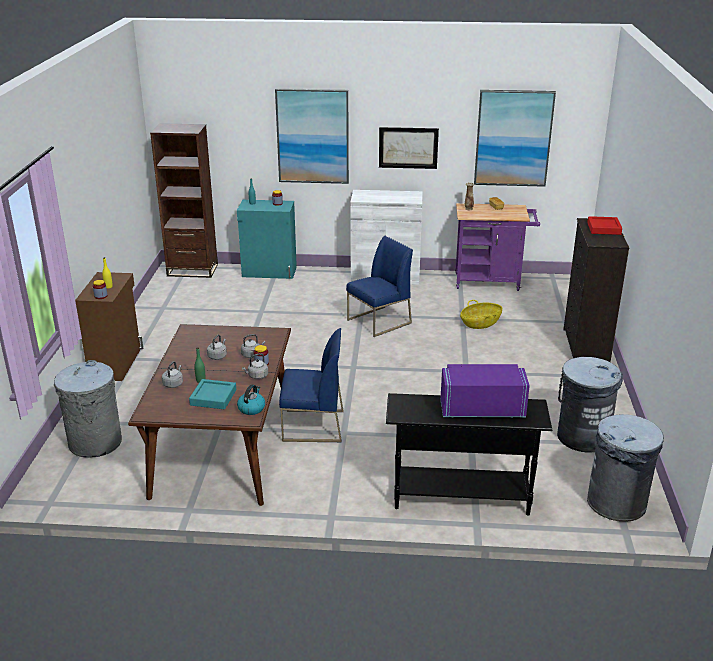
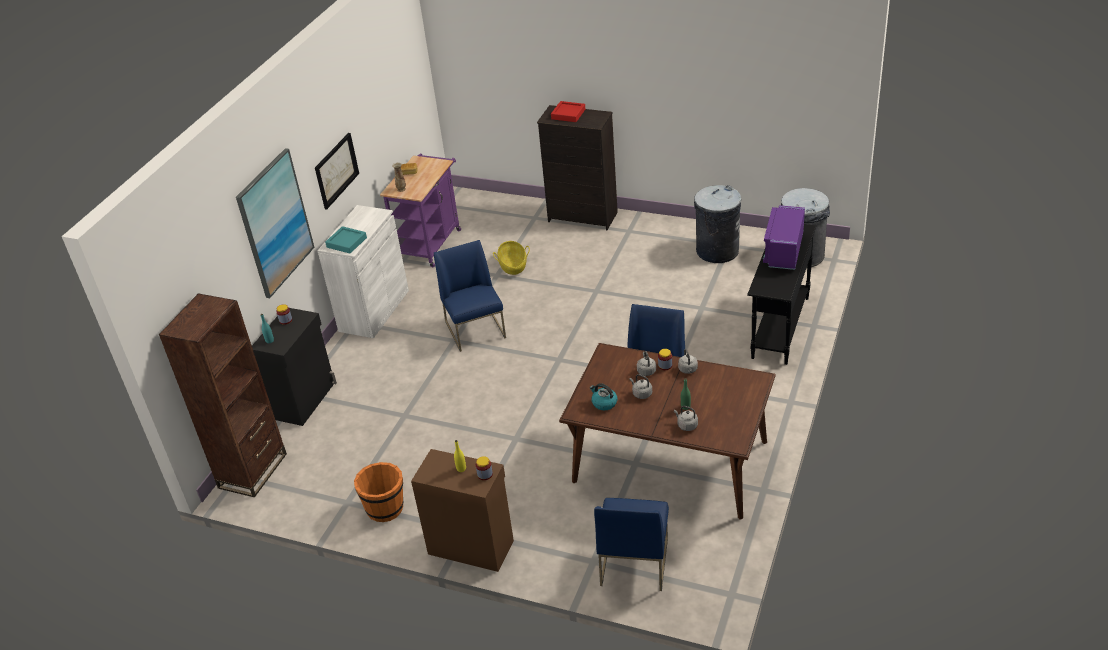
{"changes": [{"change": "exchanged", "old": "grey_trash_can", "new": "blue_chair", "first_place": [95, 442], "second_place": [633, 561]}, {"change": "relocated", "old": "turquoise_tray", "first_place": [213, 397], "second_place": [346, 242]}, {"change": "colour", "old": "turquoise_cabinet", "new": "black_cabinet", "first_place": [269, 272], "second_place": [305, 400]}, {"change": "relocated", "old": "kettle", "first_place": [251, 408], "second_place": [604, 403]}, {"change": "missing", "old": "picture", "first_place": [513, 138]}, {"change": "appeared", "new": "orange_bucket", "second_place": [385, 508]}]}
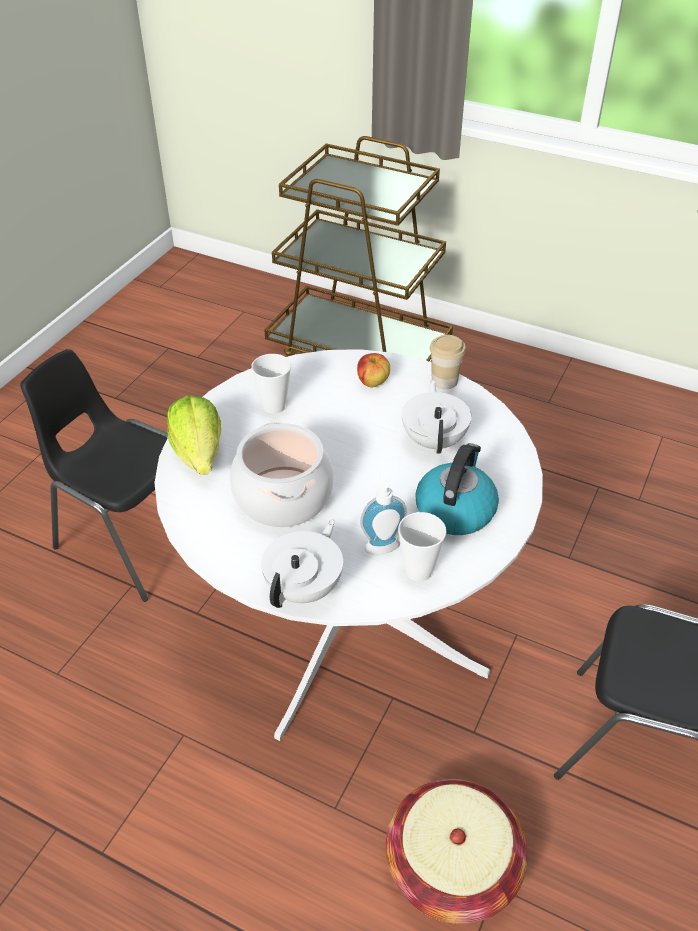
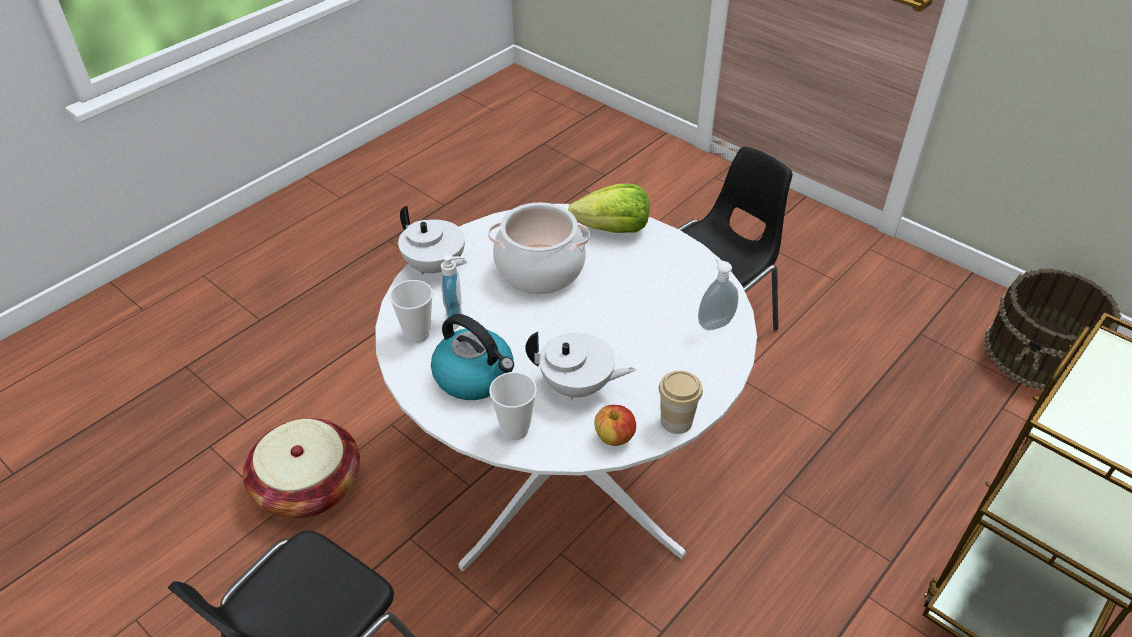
{"changes": [{"change": "relocated", "old": "cup", "first_place": [274, 406], "second_place": [515, 429]}, {"change": "relocated", "old": "apple", "first_place": [373, 382], "second_place": [614, 438]}, {"change": "appeared", "new": "soap_dispenser", "second_place": [714, 323]}, {"change": "appeared", "new": "brown_bucket", "second_place": [1040, 353]}]}
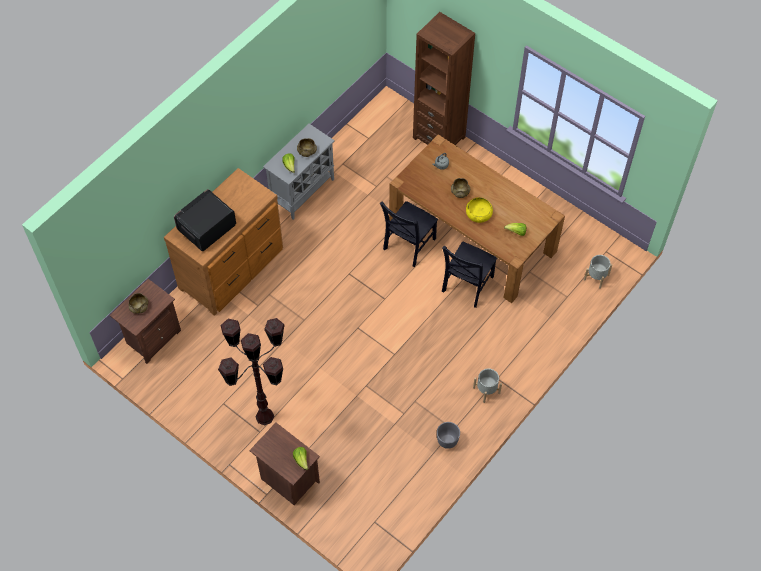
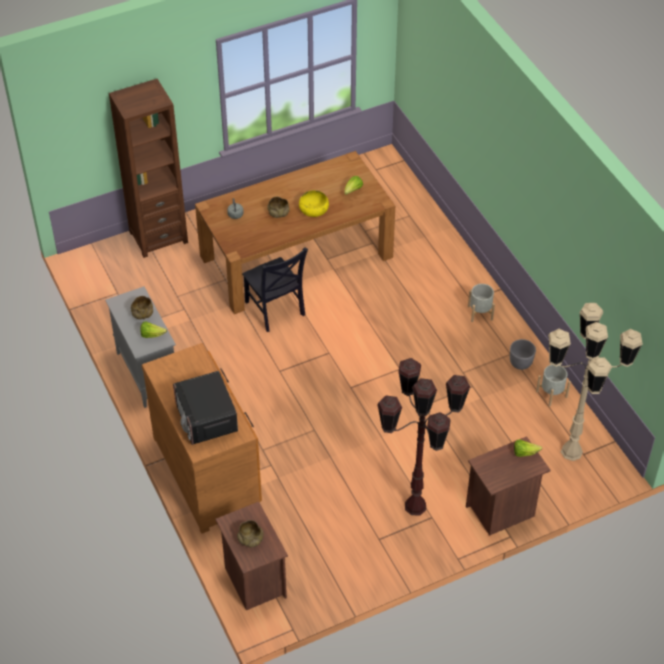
{"changes": [{"change": "missing", "old": "black_chair", "first_place": [466, 286]}, {"change": "relocated", "old": "grey_planter", "first_place": [596, 277], "second_place": [551, 394]}, {"change": "appeared", "new": "beige_floor_lamp", "second_place": [572, 451]}]}
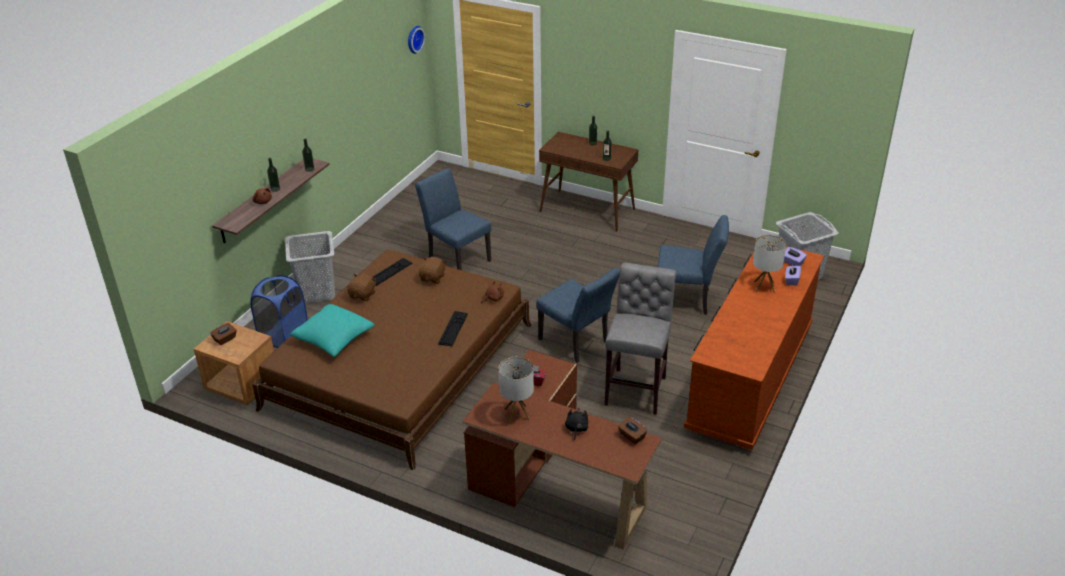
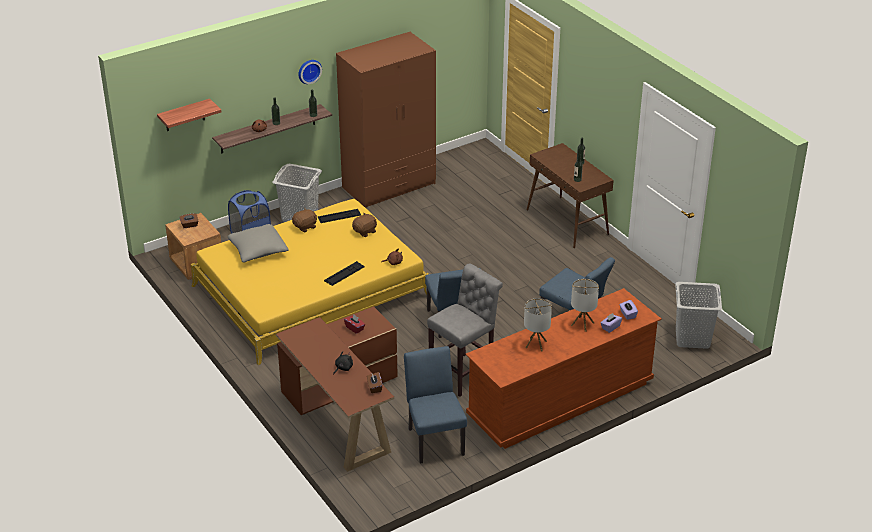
{"changes": [{"change": "colour", "old": "brown_bed", "new": "yellow_bed", "first_place": [400, 365], "second_place": [311, 291]}, {"change": "colour", "old": "turquoise_pillow", "new": "grey_pillow", "first_place": [333, 338], "second_place": [258, 250]}, {"change": "relocated", "old": "wall_clock", "first_place": [414, 39], "second_place": [309, 71]}, {"change": "relocated", "old": "blue_chair", "first_place": [456, 258], "second_place": [434, 438]}, {"change": "relocated", "old": "table_lamp", "first_place": [517, 414], "second_place": [536, 344]}, {"change": "appeared", "new": "shelf", "second_place": [184, 115]}, {"change": "appeared", "new": "brown_wardrobe", "second_place": [389, 185]}]}
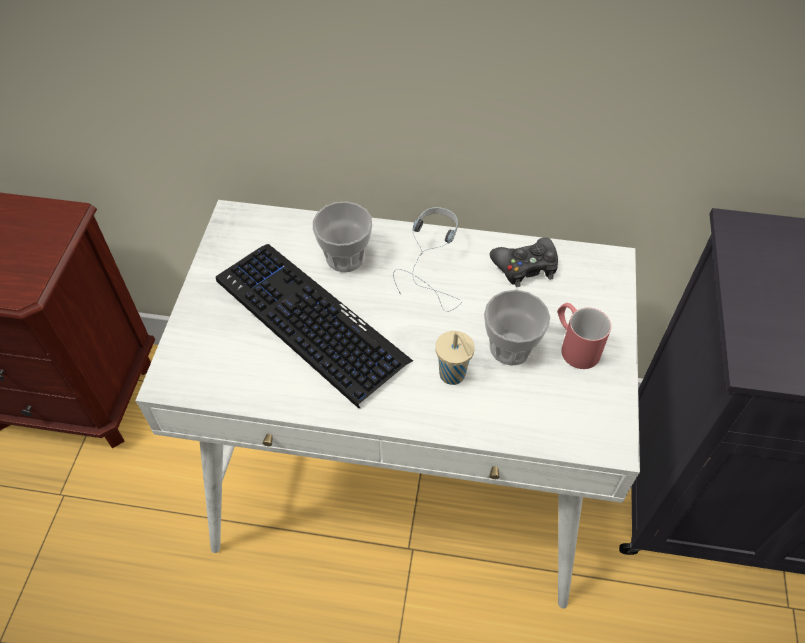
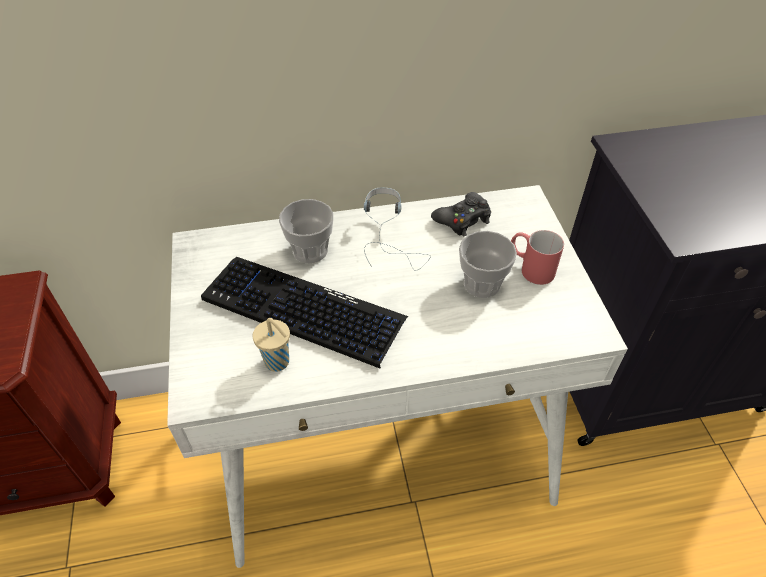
{"changes": [{"change": "relocated", "old": "beige_cup", "first_place": [453, 375], "second_place": [278, 362]}]}
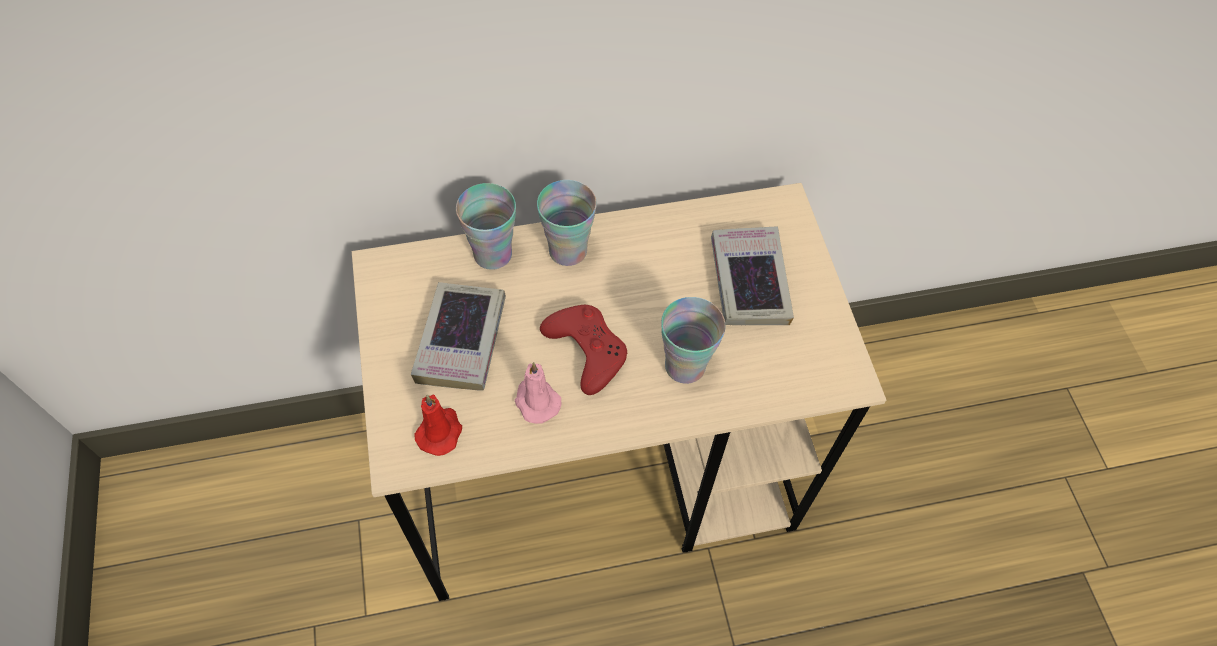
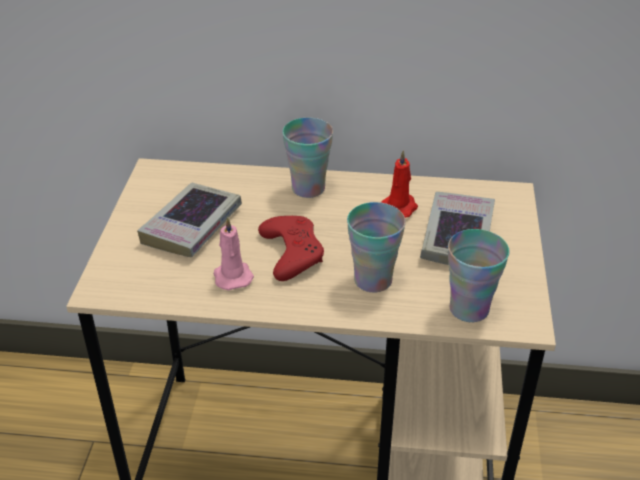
{"changes": [{"change": "relocated", "old": "red_candle", "first_place": [440, 431], "second_place": [399, 207]}, {"change": "relocated", "old": "cup", "first_place": [492, 254], "second_place": [469, 309]}]}
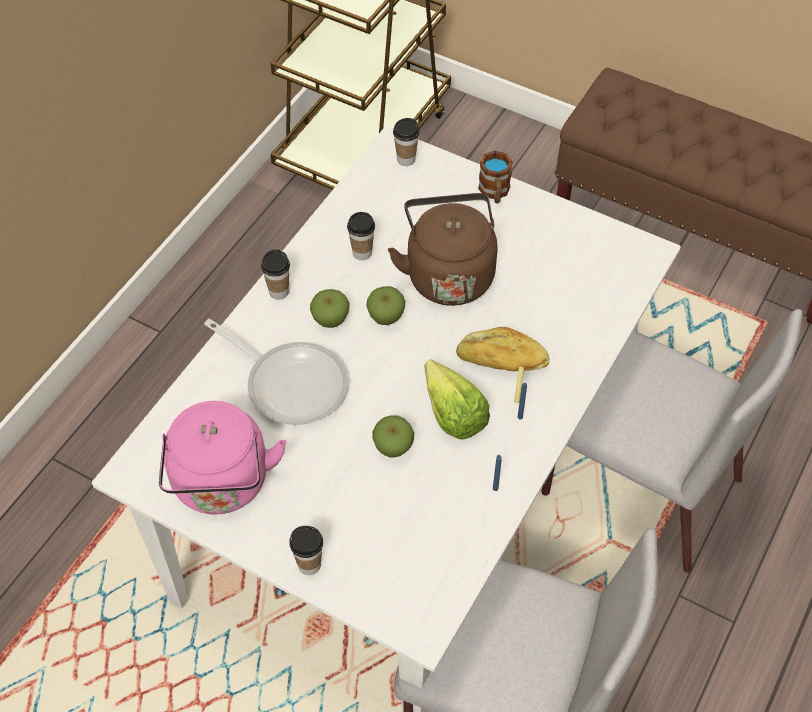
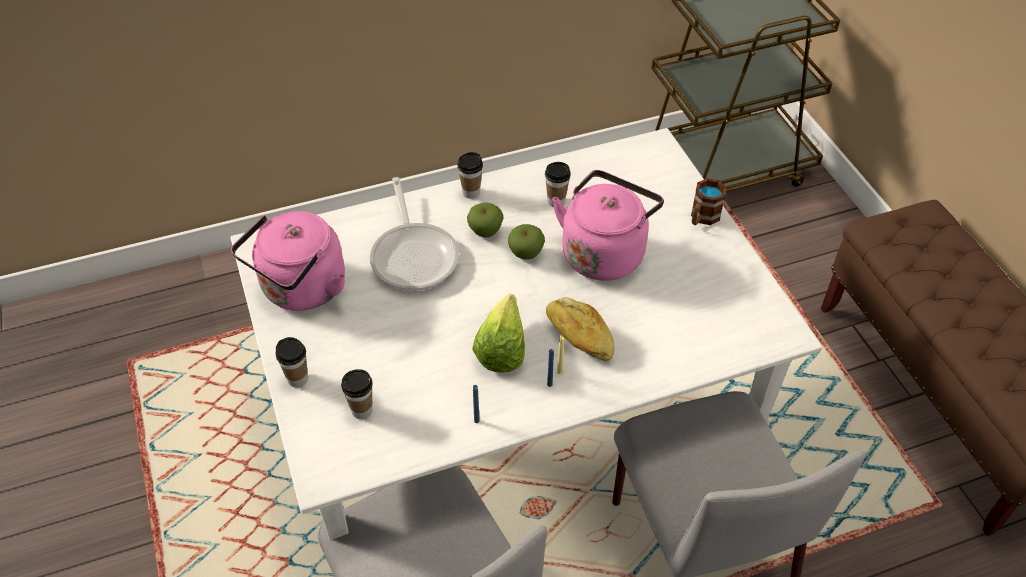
{"changes": [{"change": "missing", "old": "apple", "first_place": [393, 448]}, {"change": "colour", "old": "brown_kettle", "new": "pink_kettle", "first_place": [448, 273], "second_place": [604, 252]}, {"change": "relocated", "old": "cup", "first_place": [406, 159], "second_place": [362, 410]}]}
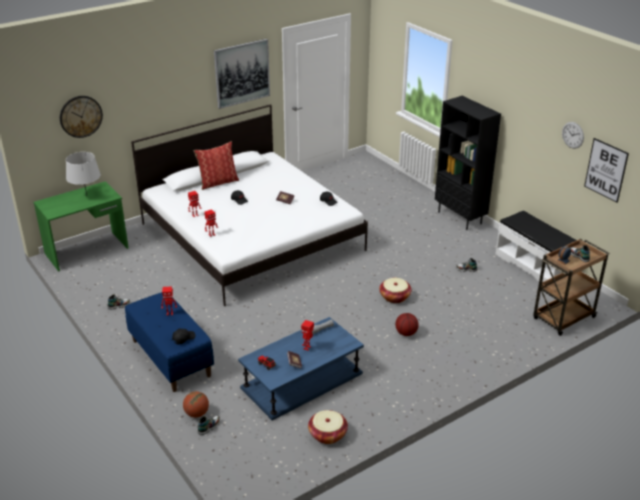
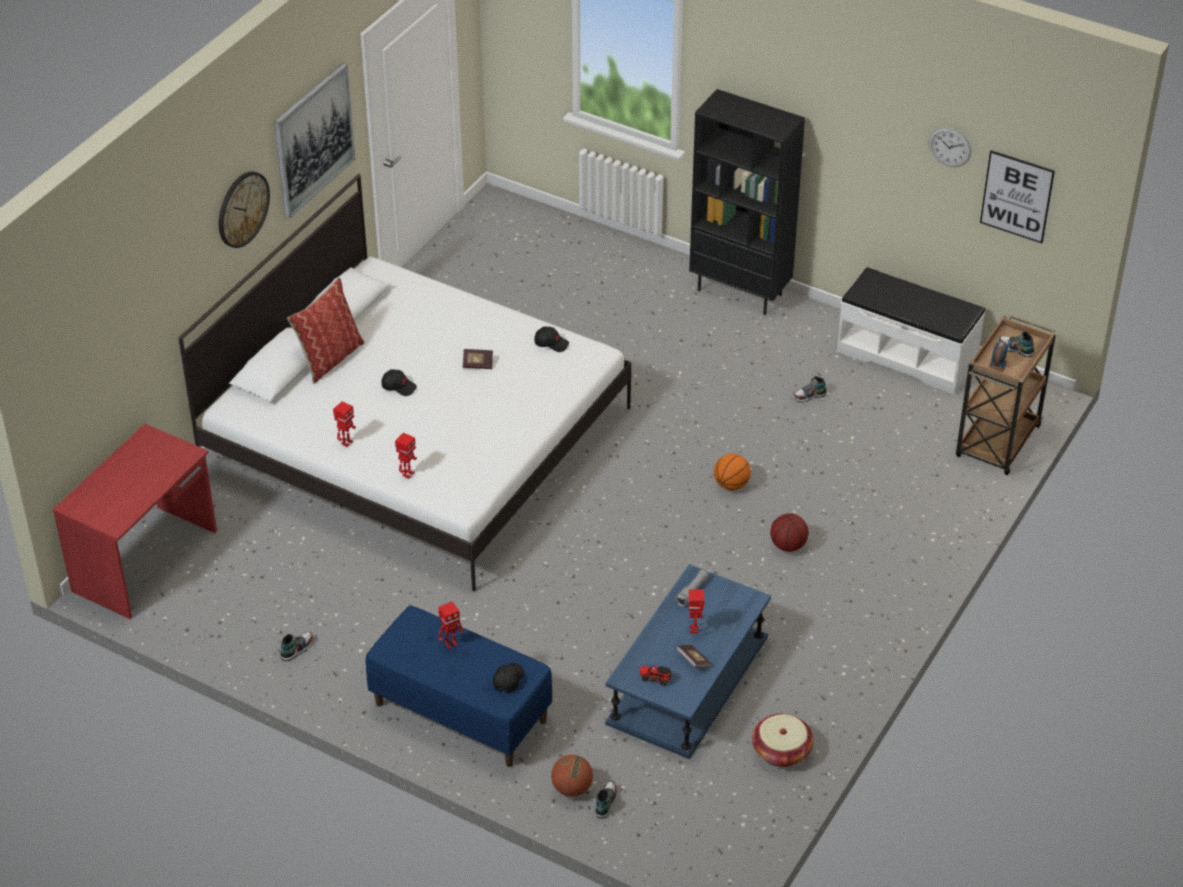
{"changes": [{"change": "colour", "old": "green_desk", "new": "red_desk", "first_place": [87, 251], "second_place": [147, 561]}, {"change": "relocated", "old": "wall_clock", "first_place": [80, 116], "second_place": [242, 209]}, {"change": "missing", "old": "grey_table_lamp", "first_place": [87, 196]}, {"change": "exchanged", "old": "basket", "new": "basketball", "first_place": [394, 297], "second_place": [731, 485]}]}
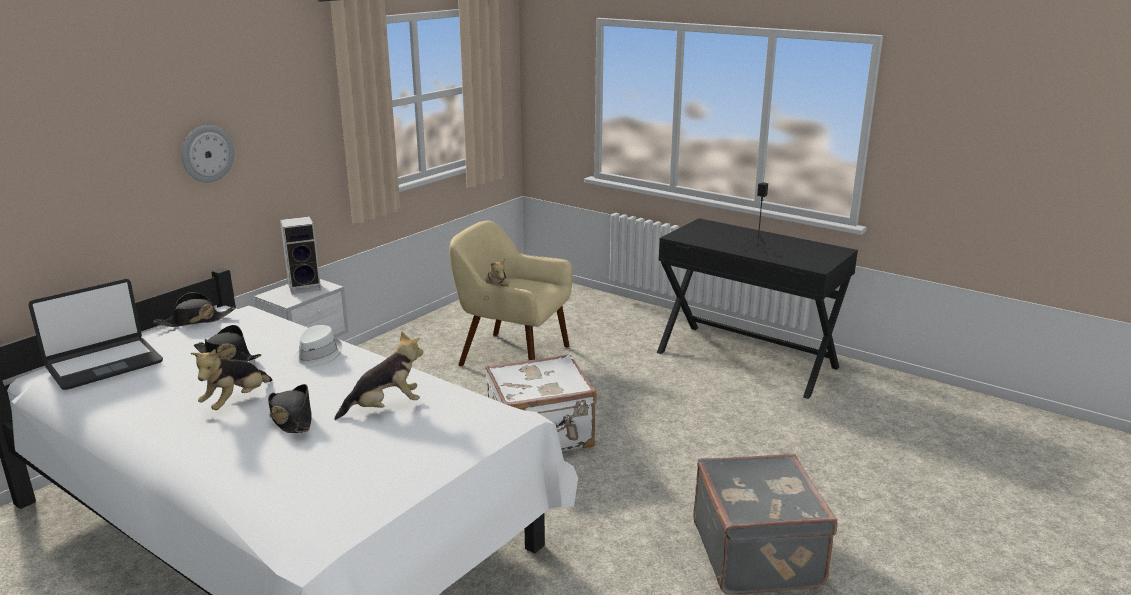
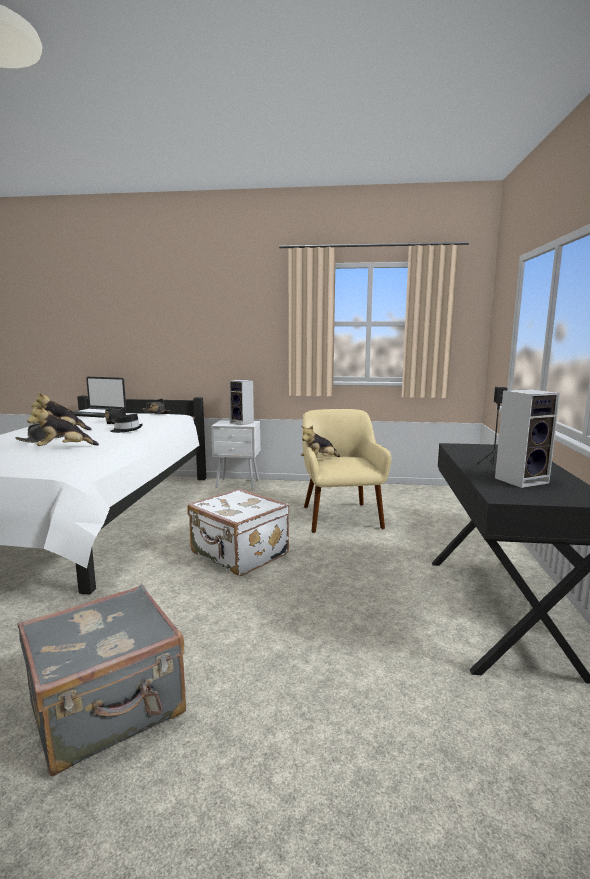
{"changes": [{"change": "missing", "old": "wall_clock", "first_place": [207, 153]}, {"change": "colour", "old": "white_hat", "new": "black_hat", "first_place": [316, 356], "second_place": [127, 430]}, {"change": "spun", "old": "plush_toy", "first_place": [385, 407], "second_place": [64, 448], "degrees": 120}, {"change": "appeared", "new": "speaker", "second_place": [522, 480]}]}
